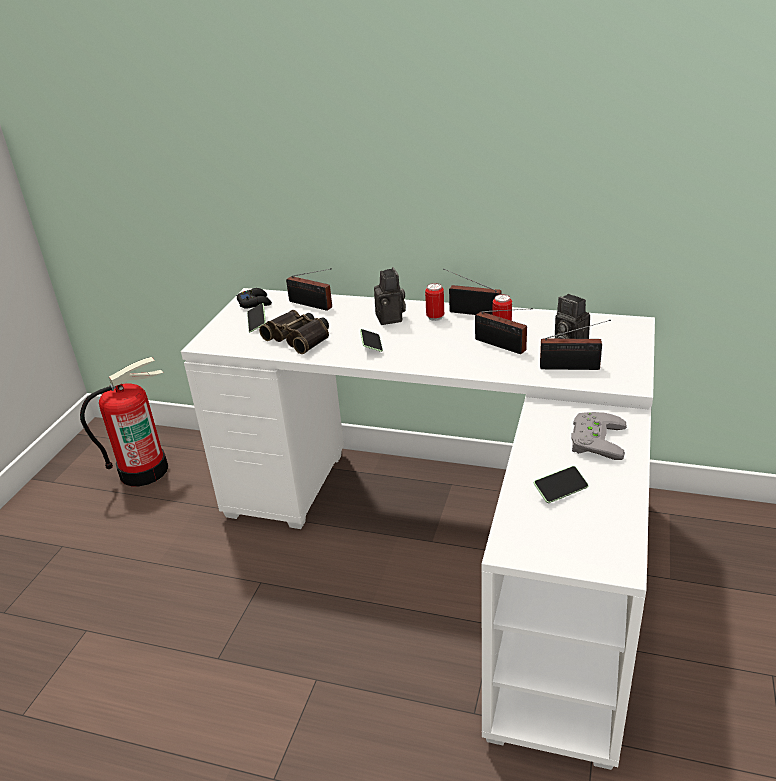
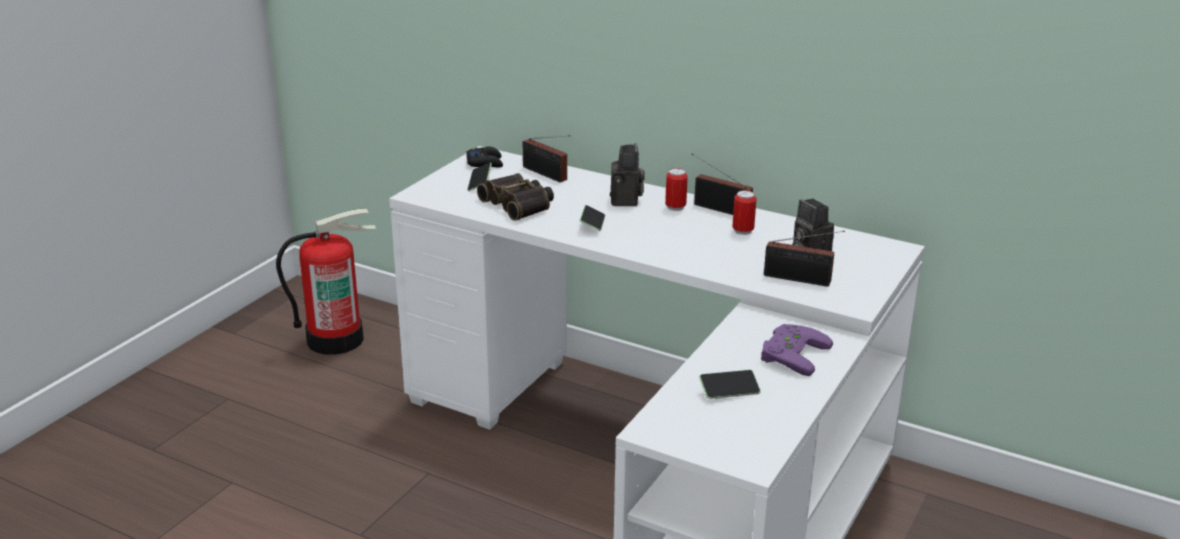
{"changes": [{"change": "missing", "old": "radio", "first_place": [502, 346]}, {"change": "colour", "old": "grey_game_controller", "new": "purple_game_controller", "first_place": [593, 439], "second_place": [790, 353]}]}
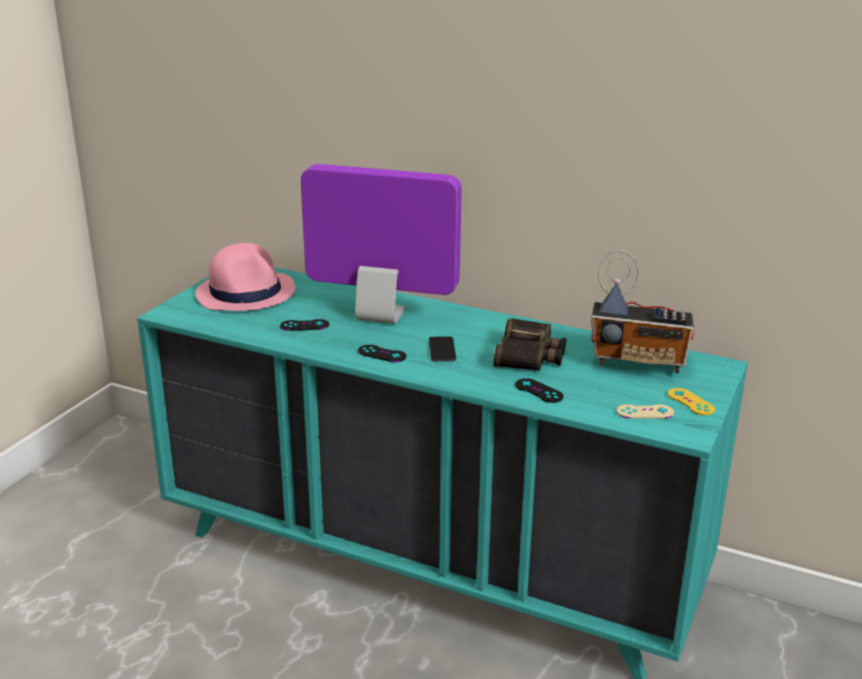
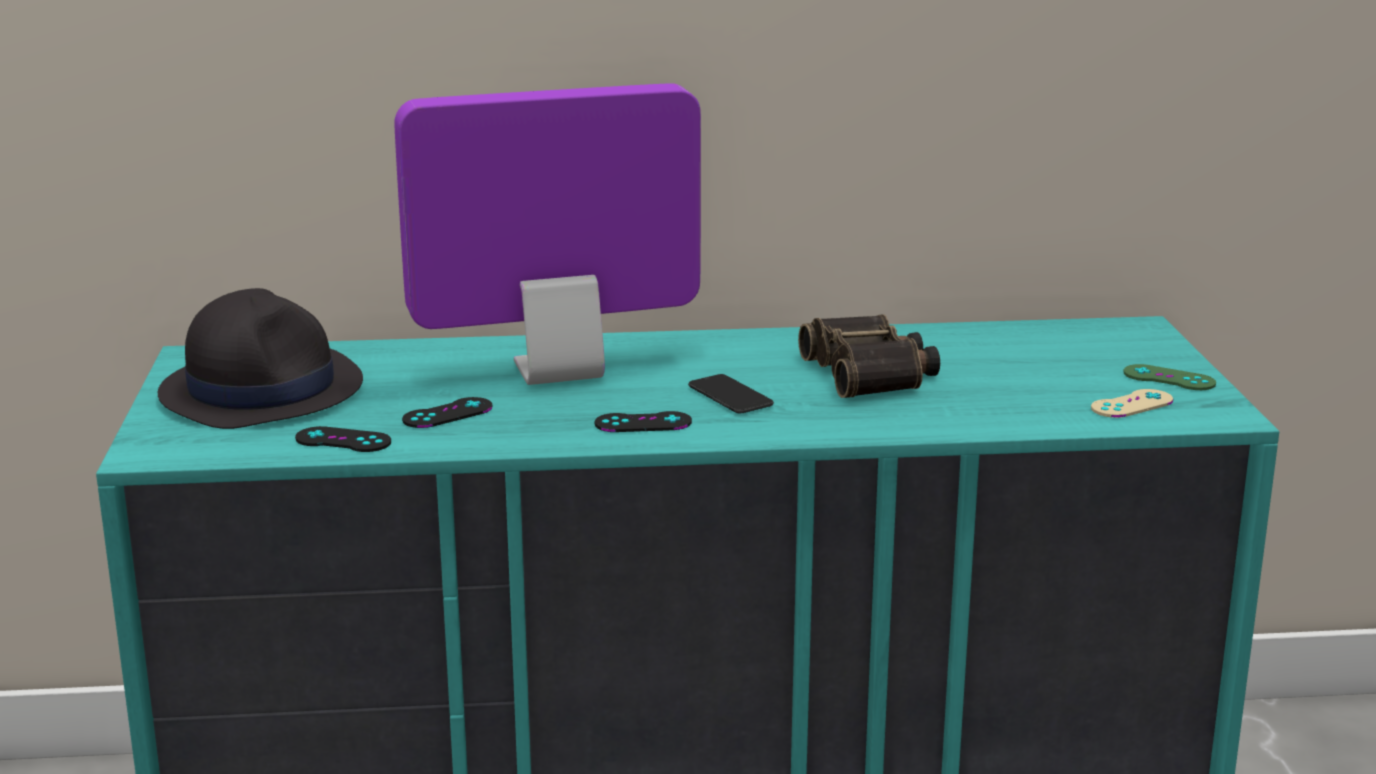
{"changes": [{"change": "colour", "old": "pink_hat", "new": "black_hat", "first_place": [246, 292], "second_place": [262, 389]}, {"change": "relocated", "old": "black_game_controller", "first_place": [539, 391], "second_place": [343, 440]}, {"change": "missing", "old": "radio", "first_place": [639, 362]}, {"change": "colour", "old": "yellow_game_controller", "new": "green_game_controller", "first_place": [690, 402], "second_place": [1169, 378]}]}
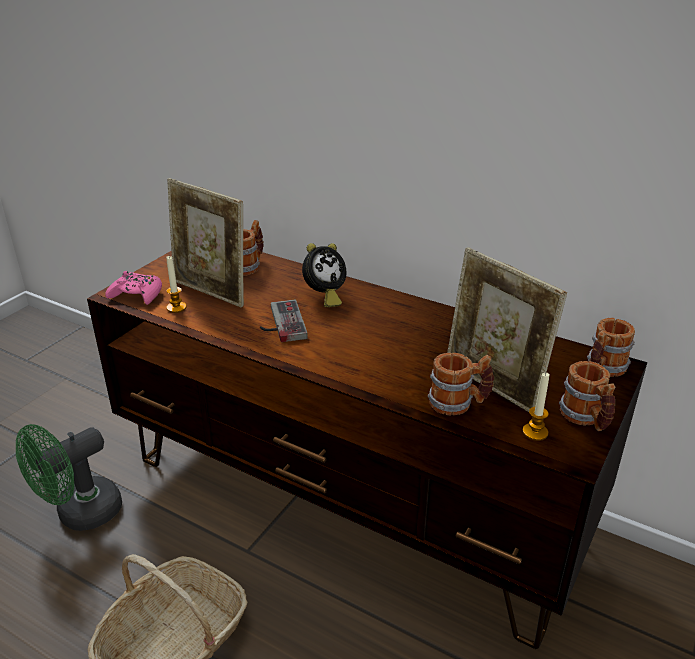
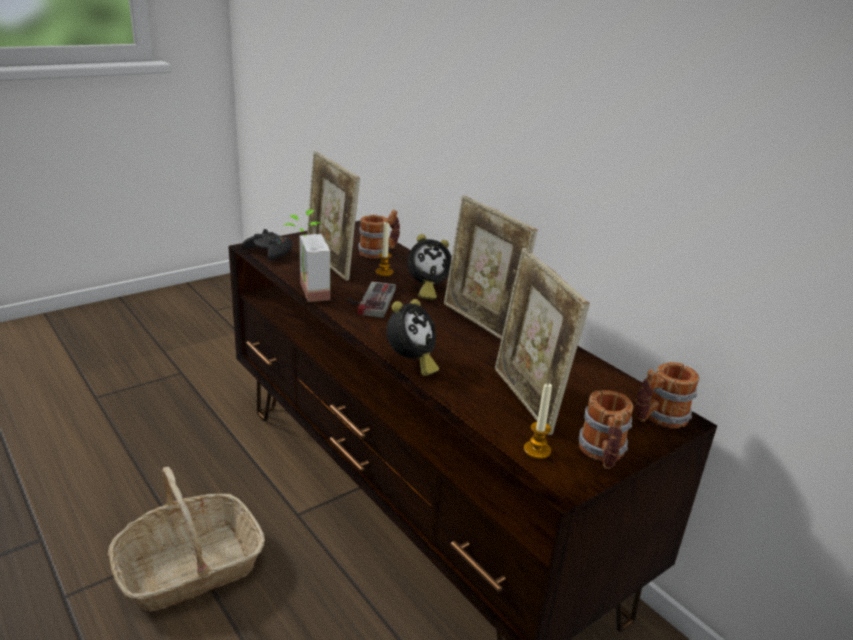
{"changes": [{"change": "missing", "old": "green_fan", "first_place": [80, 514]}, {"change": "colour", "old": "pink_game_controller", "new": "black_game_controller", "first_place": [137, 295], "second_place": [269, 252]}, {"change": "relocated", "old": "candle", "first_place": [176, 307], "second_place": [384, 272]}, {"change": "missing", "old": "mug", "first_place": [459, 403]}, {"change": "appeared", "new": "potted_plant", "second_place": [305, 292]}, {"change": "appeared", "new": "alarm_clock", "second_place": [411, 363]}, {"change": "appeared", "new": "picture_frame", "second_place": [480, 323]}]}
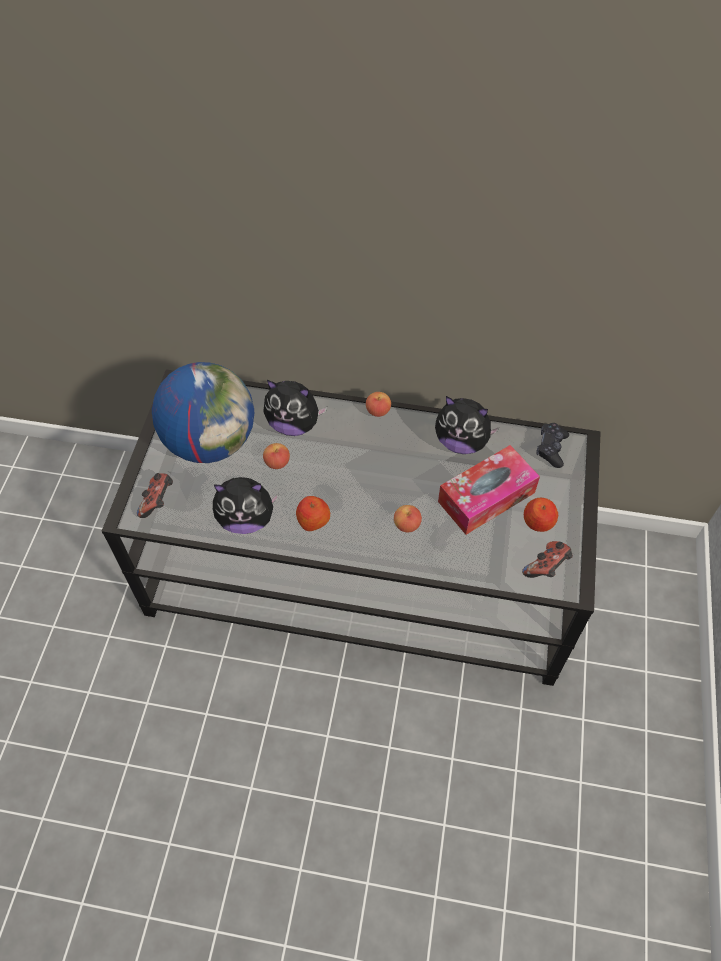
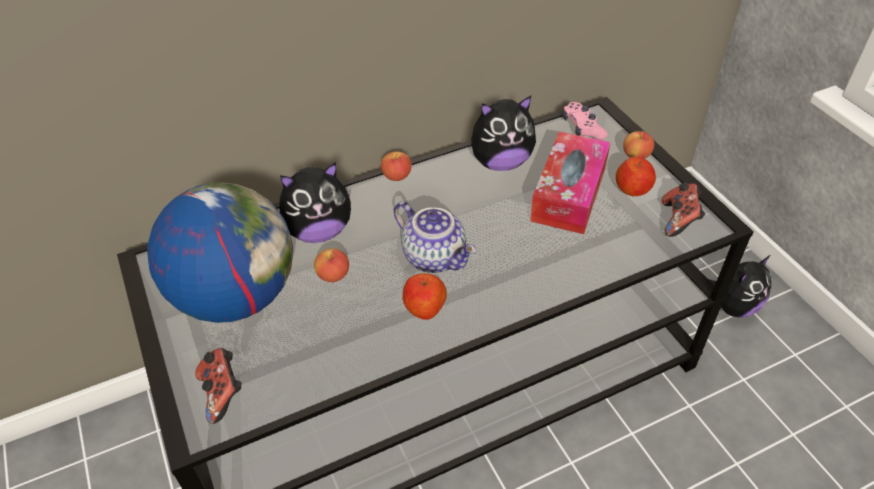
{"changes": [{"change": "relocated", "old": "plush_toy", "first_place": [246, 519], "second_place": [733, 306]}, {"change": "relocated", "old": "apple", "first_place": [407, 525], "second_place": [636, 155]}, {"change": "colour", "old": "black_game_controller", "new": "pink_game_controller", "first_place": [551, 448], "second_place": [582, 128]}, {"change": "appeared", "new": "teapot", "second_place": [436, 257]}]}
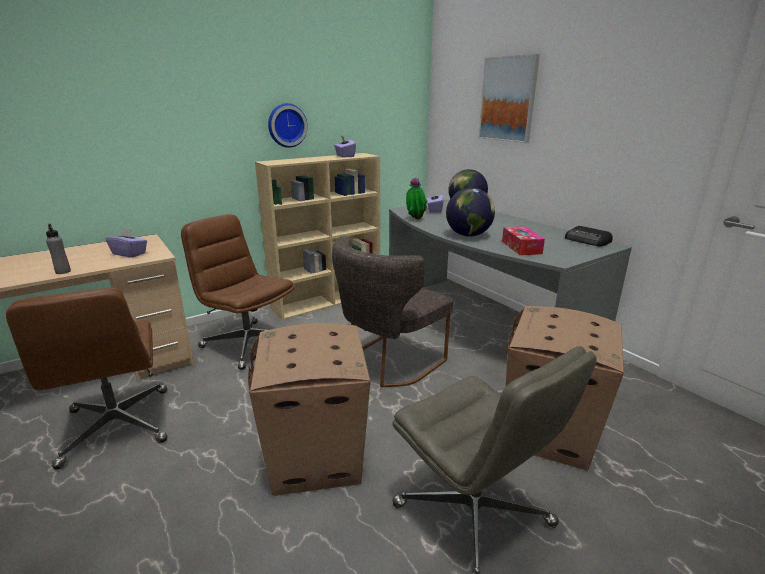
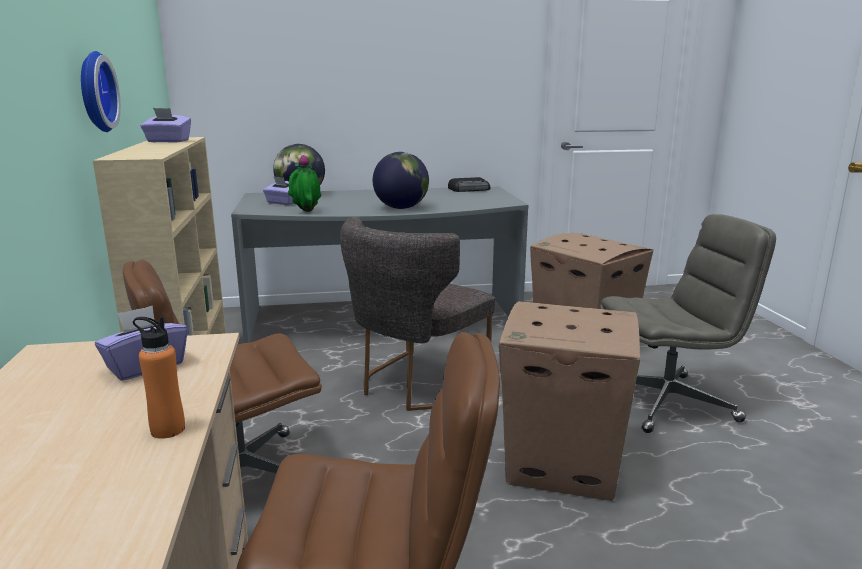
{"changes": [{"change": "colour", "old": "grey_bottle", "new": "orange_bottle", "first_place": [63, 271], "second_place": [167, 430]}, {"change": "spun", "old": "grey_chair", "first_place": [388, 364], "second_place": [414, 385], "degrees": 60}, {"change": "missing", "old": "picture", "first_place": [508, 99]}, {"change": "missing", "old": "tissue_box", "first_place": [521, 247]}]}
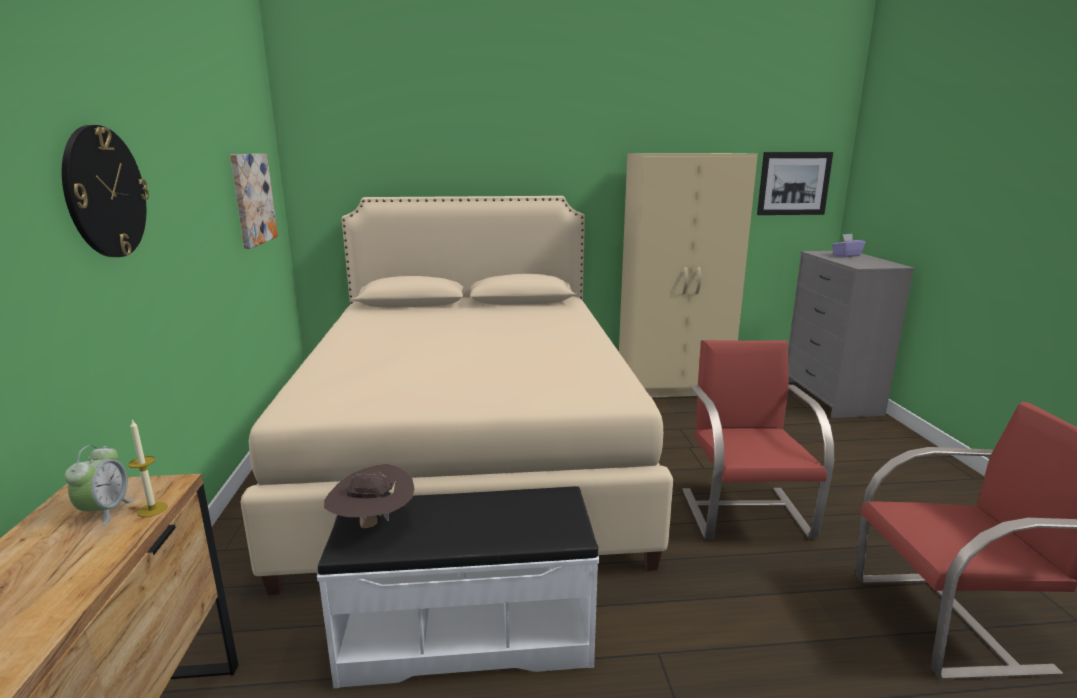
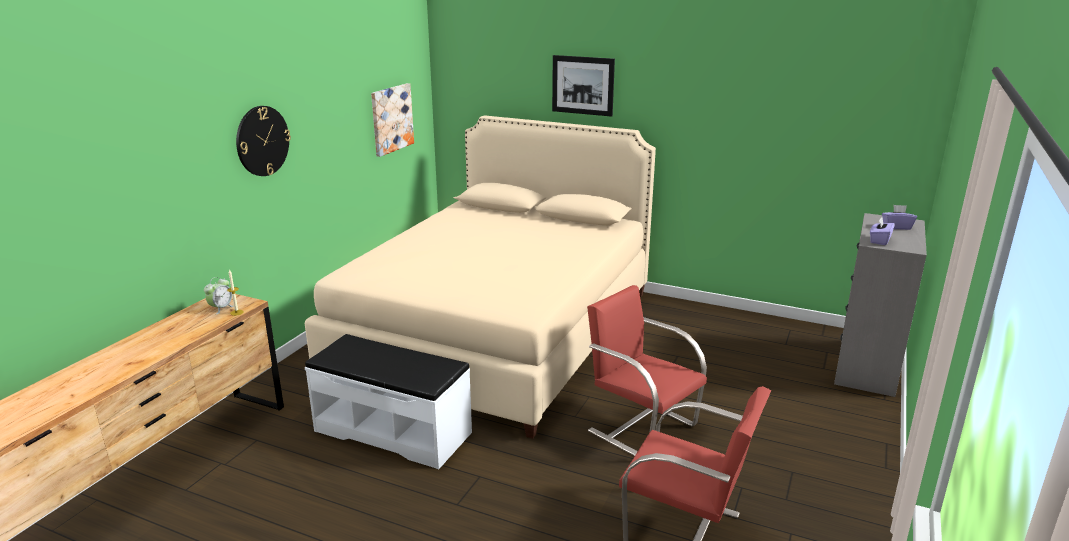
{"changes": [{"change": "missing", "old": "brown_hat", "first_place": [372, 524]}, {"change": "missing", "old": "beige_wardrobe", "first_place": [674, 387]}, {"change": "spun", "old": "red_chair", "first_place": [745, 512], "second_place": [641, 427], "degrees": -75}, {"change": "relocated", "old": "picture", "first_place": [794, 183], "second_place": [583, 85]}, {"change": "appeared", "new": "purple_tissue_box", "second_place": [879, 240]}]}
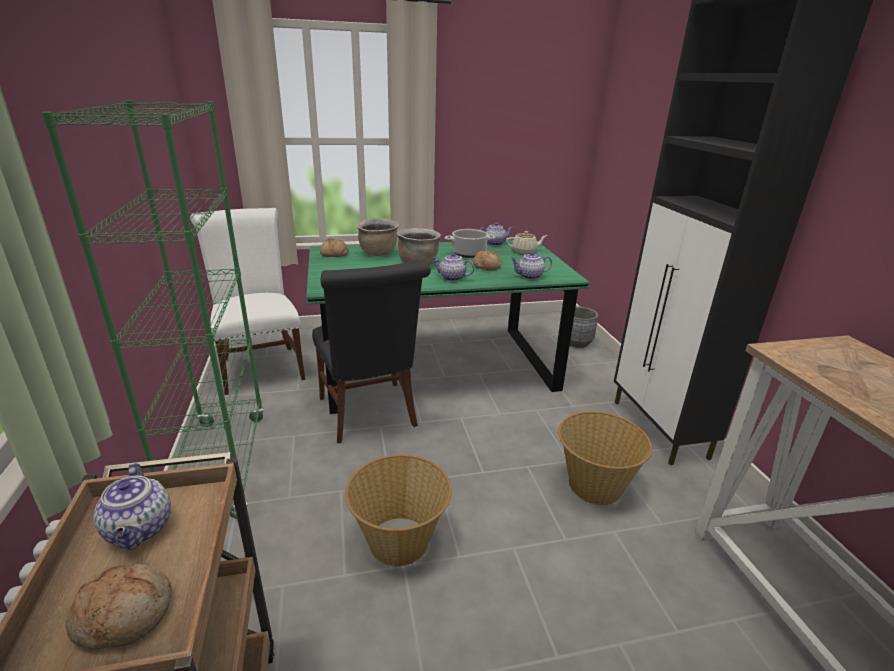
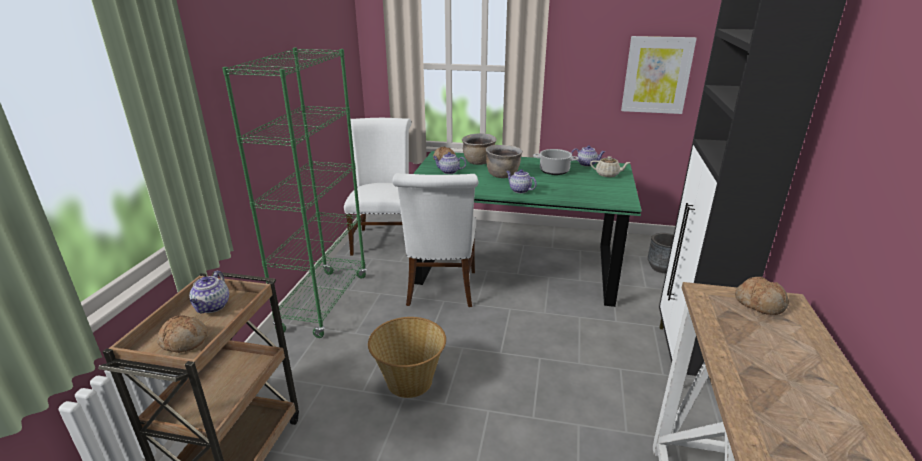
{"changes": [{"change": "colour", "old": "black_chair", "new": "white_chair", "first_place": [370, 415], "second_place": [441, 291]}, {"change": "relocated", "old": "bread", "first_place": [487, 266], "second_place": [760, 303]}, {"change": "relocated", "old": "teapot", "first_place": [529, 276], "second_place": [449, 171]}, {"change": "missing", "old": "basket", "first_place": [594, 486]}, {"change": "appeared", "new": "picture", "second_place": [656, 75]}]}
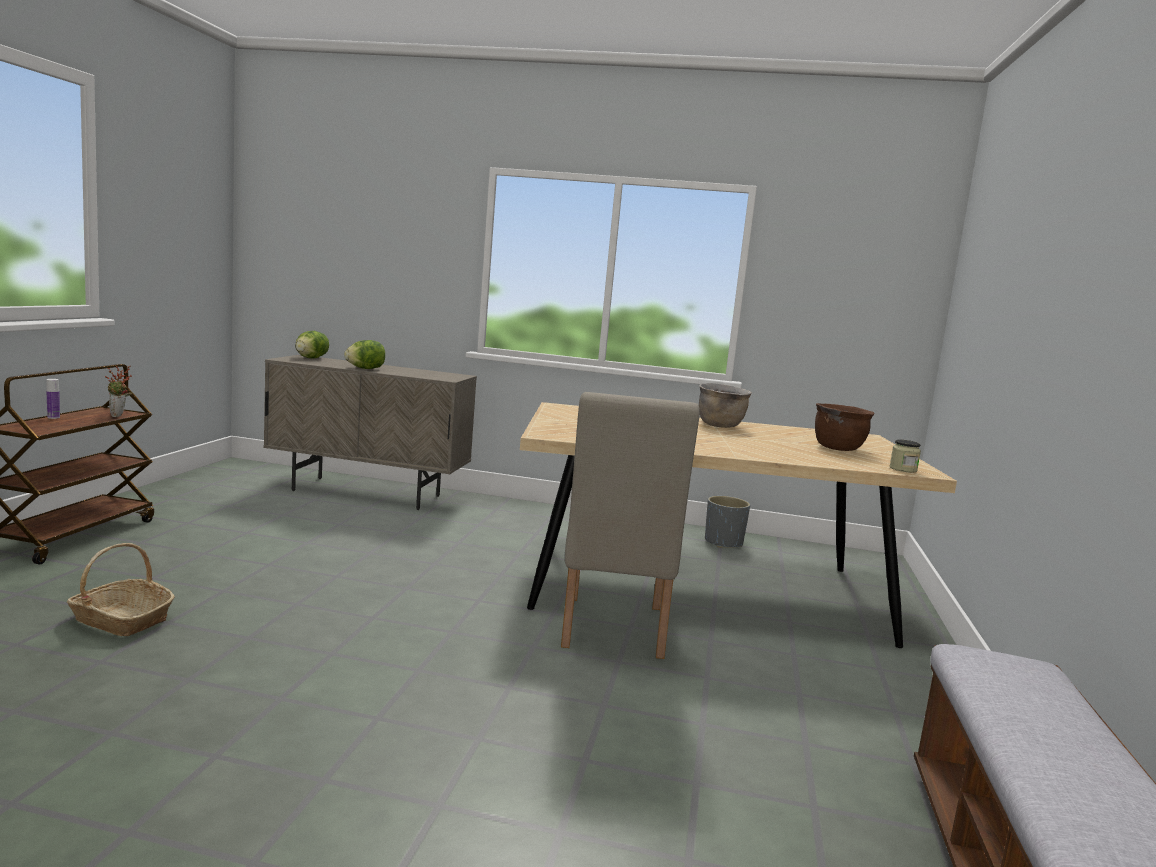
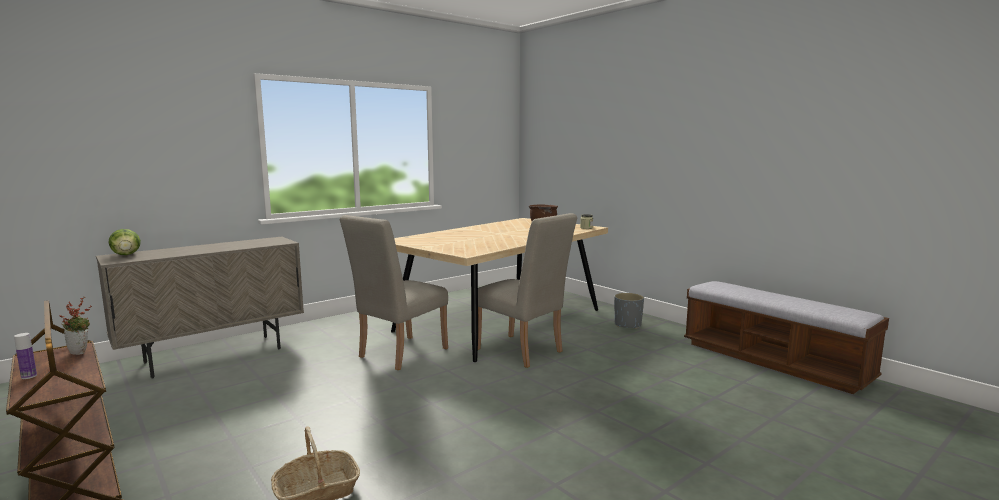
{"changes": [{"change": "missing", "old": "lettuce", "first_place": [365, 369]}, {"change": "missing", "old": "brown_cooking_pot", "first_place": [720, 425]}, {"change": "relocated", "old": "grey_planter", "first_place": [724, 542], "second_place": [628, 325]}, {"change": "appeared", "new": "beige_chair", "second_place": [398, 354]}]}
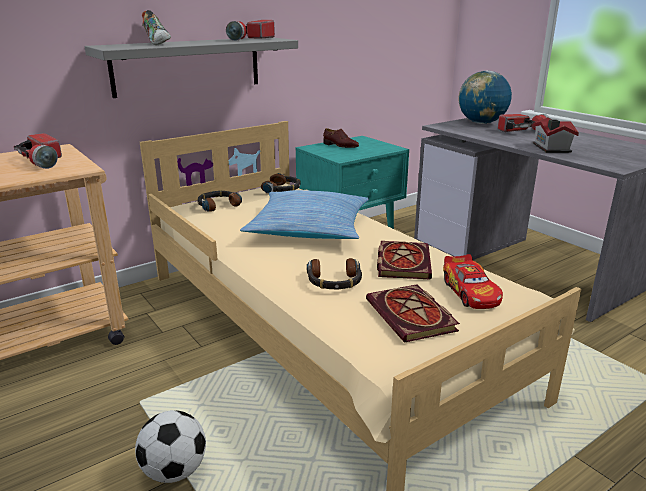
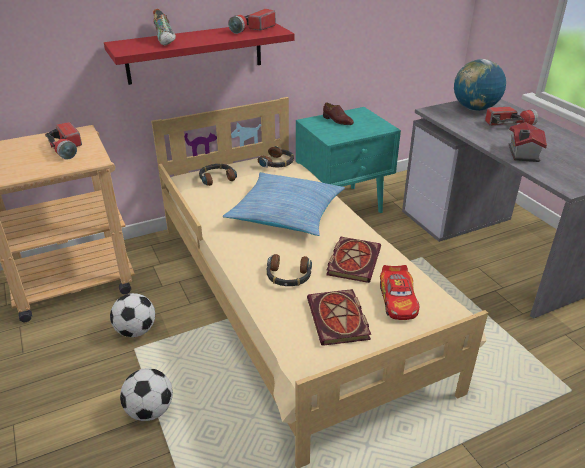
{"changes": [{"change": "colour", "old": "grey_shelf", "new": "red_shelf", "first_place": [187, 66], "second_place": [195, 53]}, {"change": "appeared", "new": "football", "second_place": [136, 331]}]}
